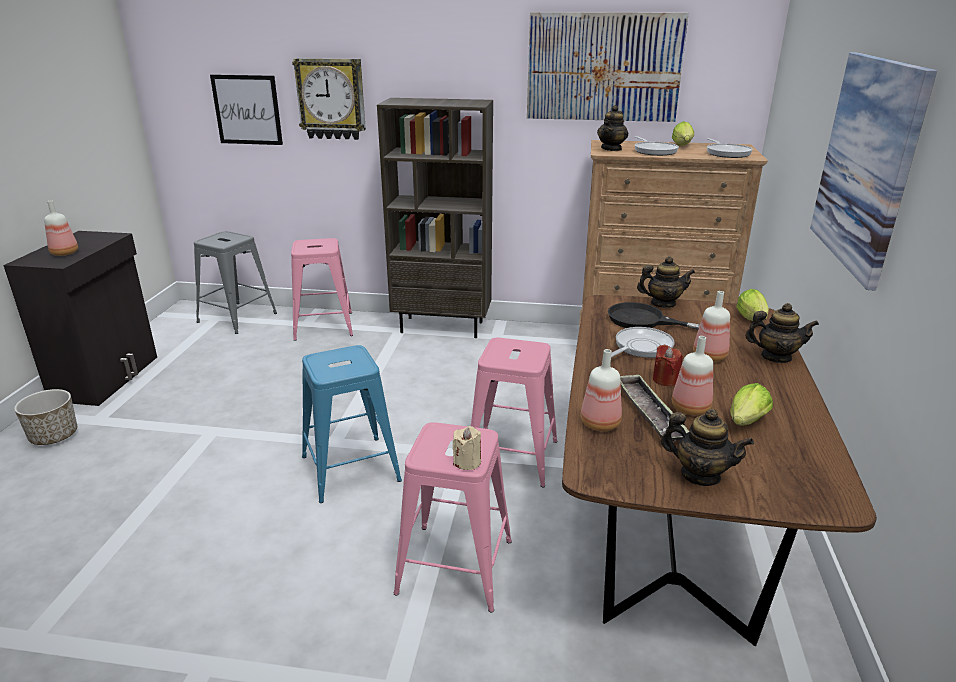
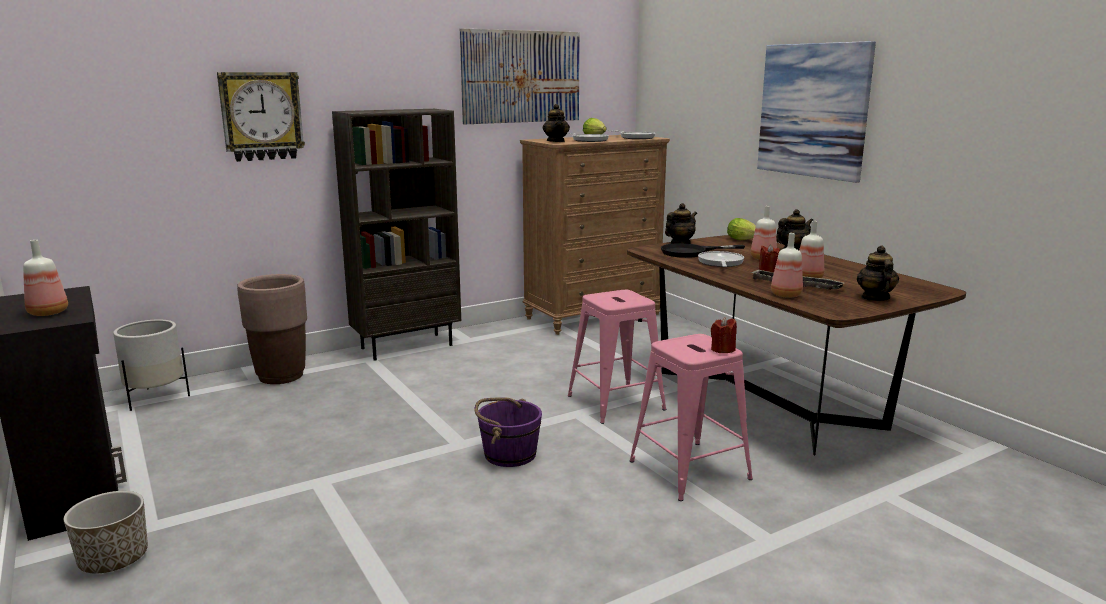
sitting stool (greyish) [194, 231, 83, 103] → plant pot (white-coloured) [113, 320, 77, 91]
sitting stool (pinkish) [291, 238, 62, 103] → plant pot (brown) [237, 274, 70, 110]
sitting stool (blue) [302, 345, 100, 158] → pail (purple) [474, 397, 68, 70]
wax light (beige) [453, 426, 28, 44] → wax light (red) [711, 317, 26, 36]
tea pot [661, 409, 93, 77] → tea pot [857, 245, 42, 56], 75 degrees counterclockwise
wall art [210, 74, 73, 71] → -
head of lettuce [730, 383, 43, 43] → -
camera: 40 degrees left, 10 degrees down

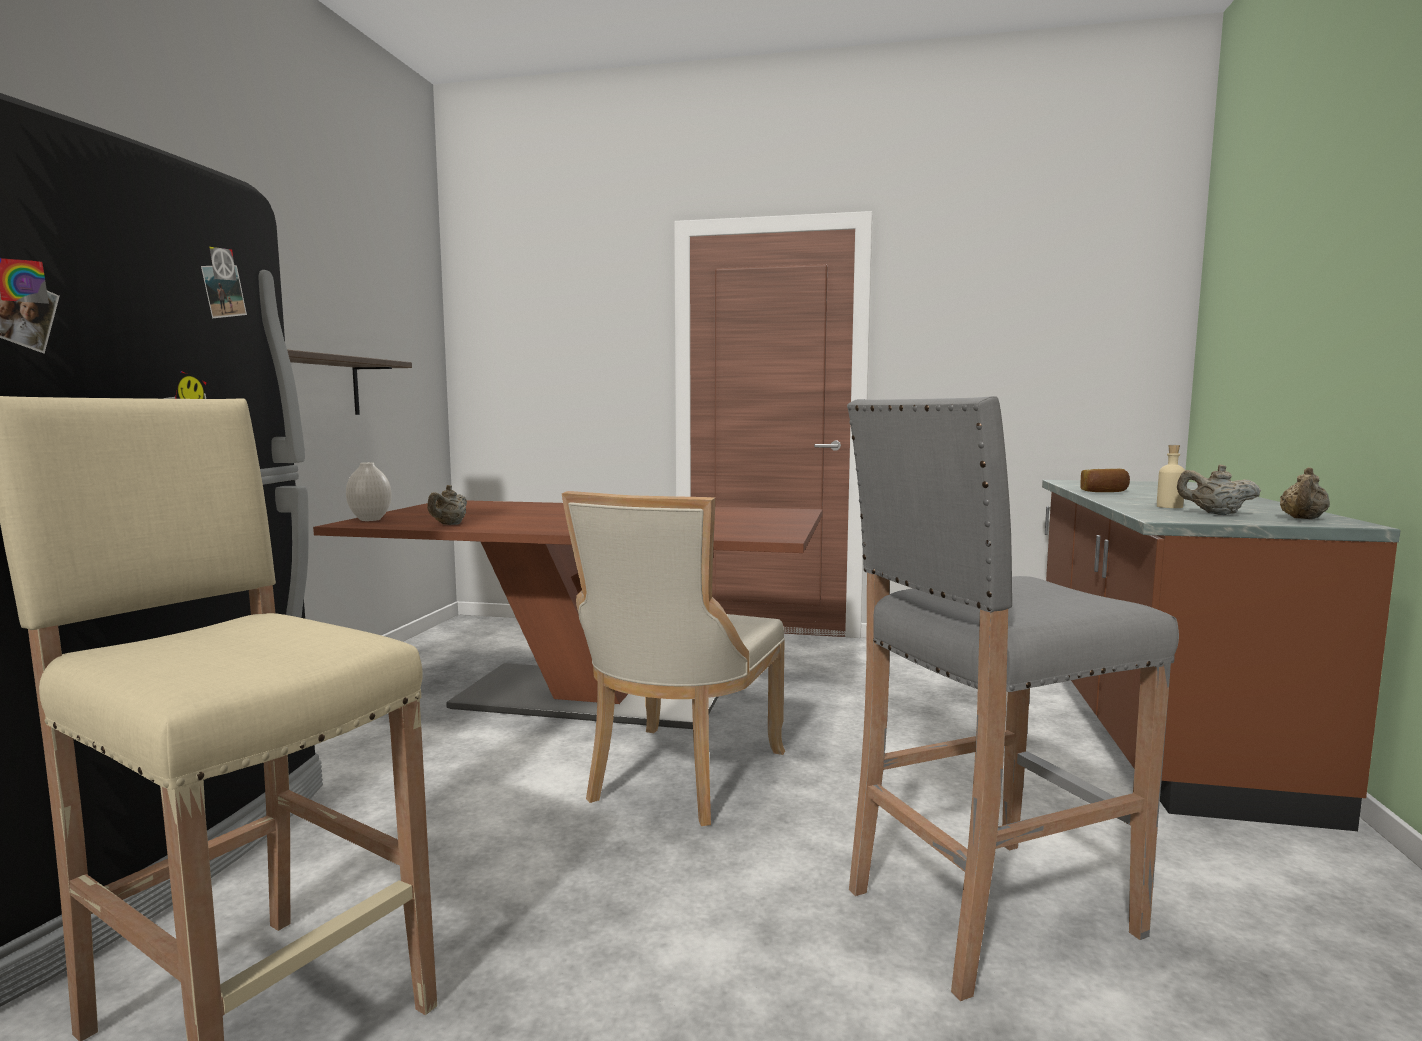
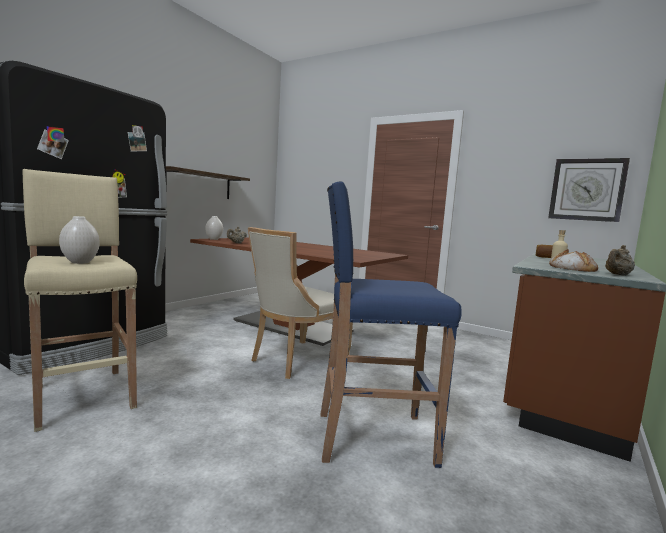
- → vase (white-coloured) [59, 216, 41, 48]
sitting stool (greyish) [847, 396, 332, 605] → sitting stool (blue) [320, 181, 142, 287]
- → hanging clock [548, 158, 82, 64]
tea pot (beige) [1177, 464, 84, 51] → baked bread [549, 249, 49, 23]
camera: 20 degrees right, 0 degrees up

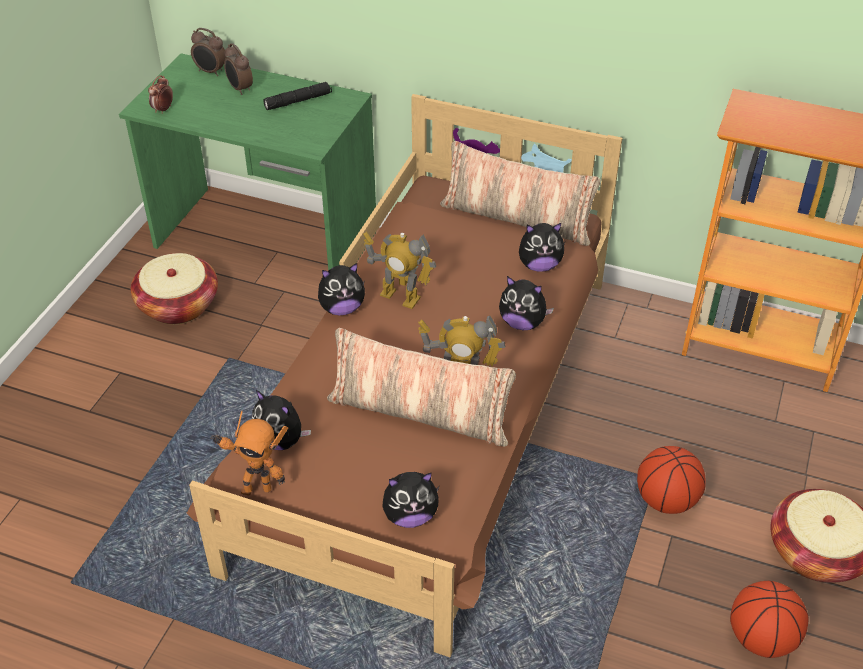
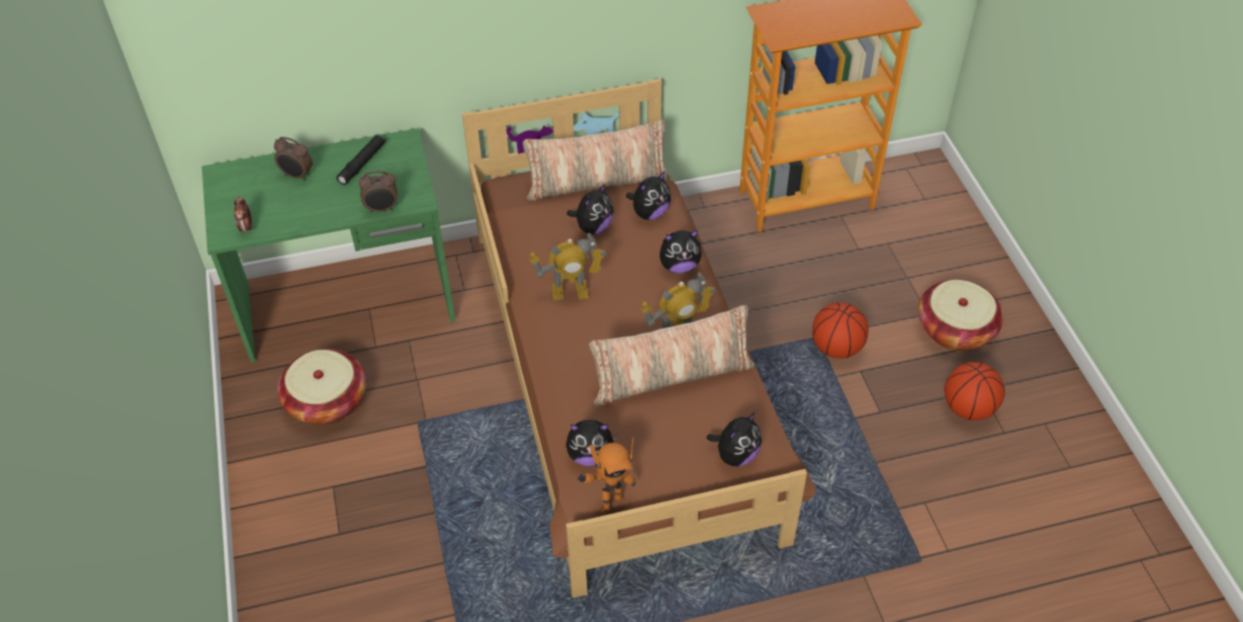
table clock [191, 28, 35, 48] → table clock [359, 170, 39, 43], shifted
soft toy [318, 263, 47, 52] → soft toy [567, 183, 47, 51], shifted
camera: 35 degrees left, 5 degrees up

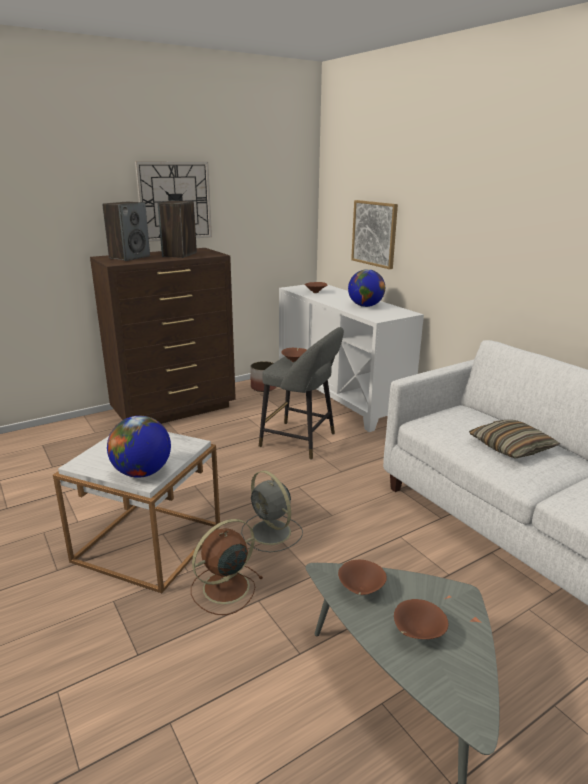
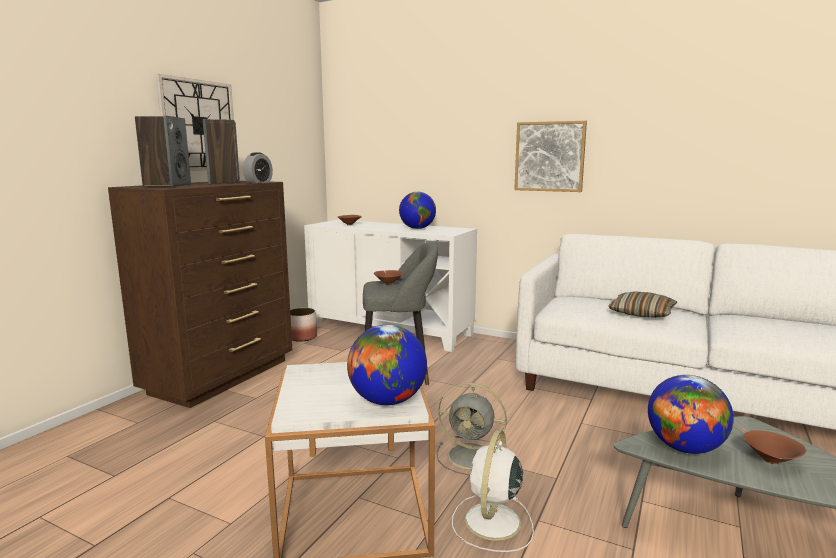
- → table clock [243, 152, 30, 31]
electric fan (brown) [191, 519, 72, 96] → electric fan (white-coloured) [452, 430, 82, 122]
wall art [351, 200, 47, 69] → wall art [514, 121, 73, 71], shifted
bowl (brown) [338, 560, 49, 35] → desk globe [648, 375, 86, 79]
camera: 30 degrees left, 10 degrees down

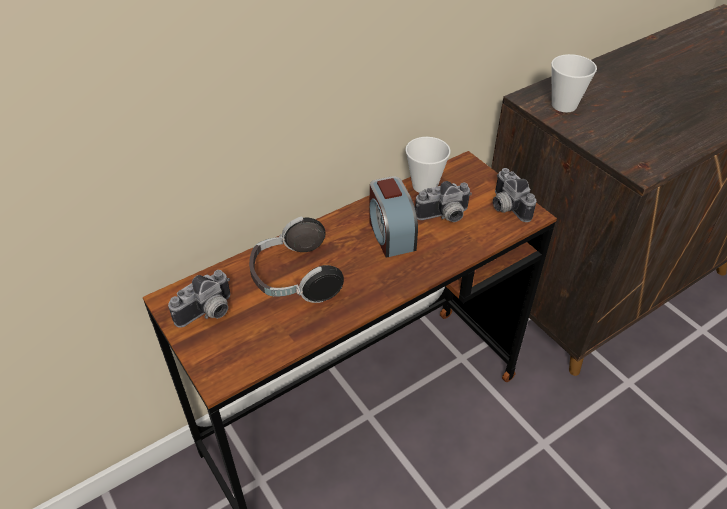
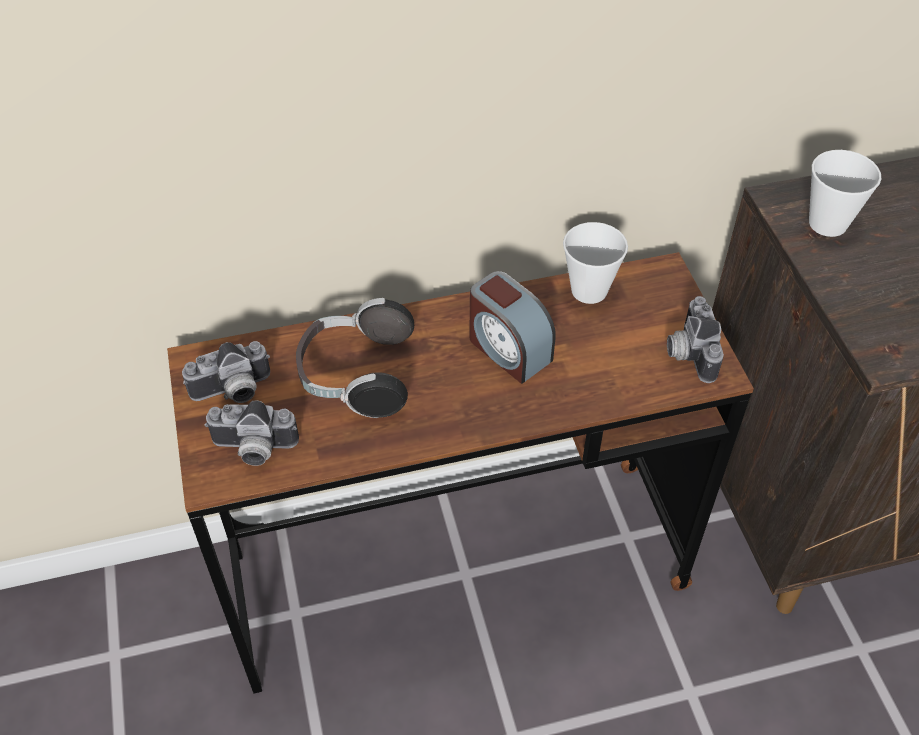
photo camera [415, 181, 57, 41] → photo camera [204, 400, 95, 66], shifted
table clock [369, 176, 49, 82] → table clock [469, 271, 87, 113], 45 degrees counterclockwise
camera: 20 degrees right, 5 degrees up

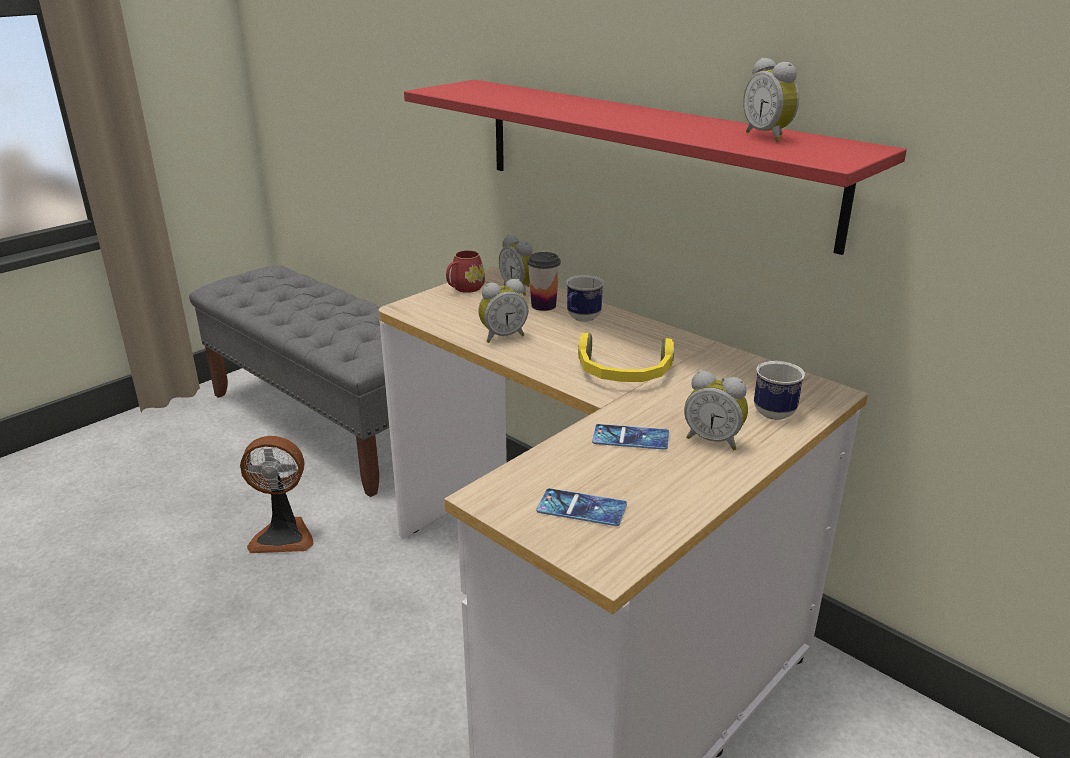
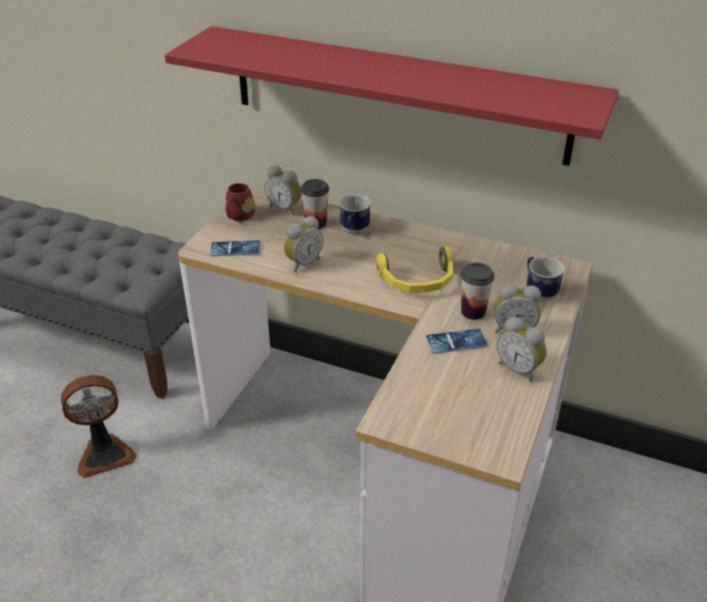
telephone [537, 488, 90, 38] → telephone [210, 240, 50, 16], shifted
- → drinking cup [461, 263, 33, 57]
table clock [743, 58, 56, 84] → table clock [497, 317, 50, 65], shifted
camera: 20 degrees left, 10 degrees up

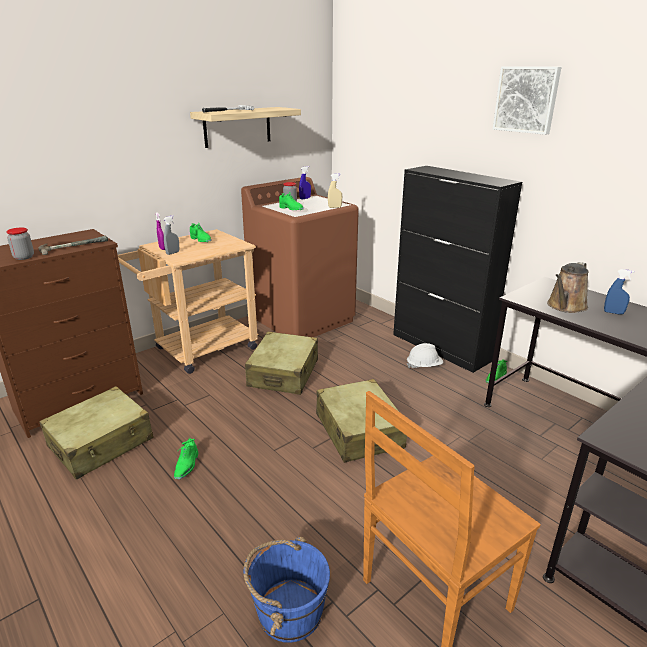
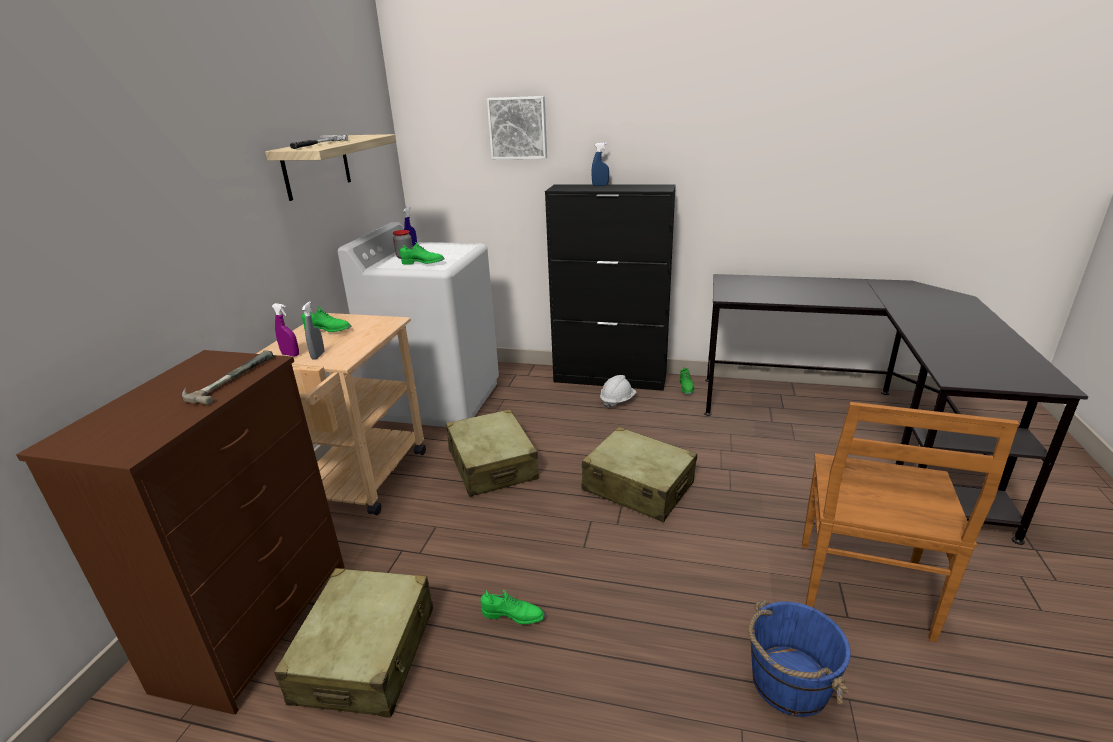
laundry machine (brown) [241, 177, 118, 160] → laundry machine (white-coloured) [338, 222, 161, 205]
shoe (greenish) [174, 438, 24, 41] → shoe (greenish) [480, 590, 65, 34], 45 degrees counterclockwise
wall art [493, 66, 68, 69] → wall art [487, 96, 60, 63], shifted
sprayer (blue) [604, 269, 30, 45] → sprayer (blue) [591, 142, 18, 44], shifted
preserve jar [6, 228, 28, 32] → -
sprayer (beige) [328, 173, 14, 35] → -
sprinkling can (brown) [547, 262, 41, 51] → -
camera: 35 degrees left, 0 degrees up

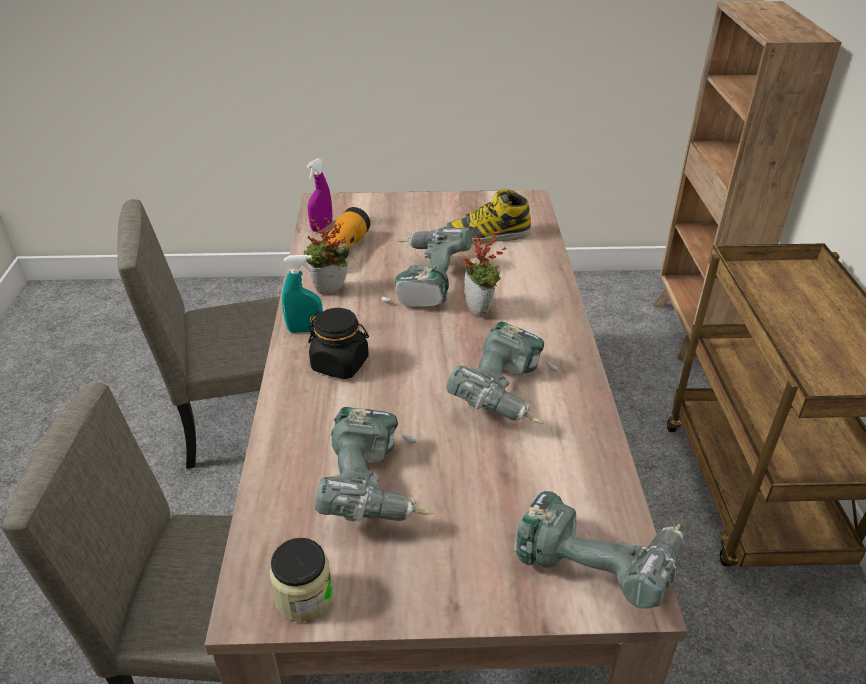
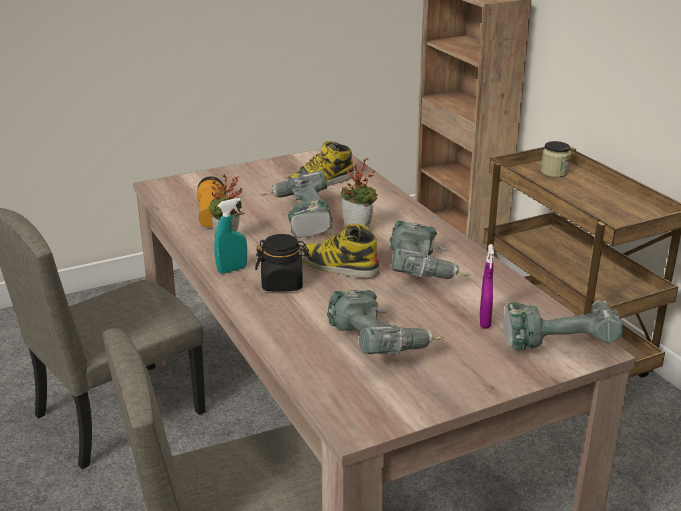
- → high-top boot [299, 223, 81, 55]
sprayer (purple) [306, 158, 27, 74] → sprayer (purple) [480, 244, 14, 84], shifted
preserve jar [269, 538, 64, 84] → preserve jar [541, 141, 30, 36], shifted
camera: 25 degrees left, 10 degrees down

